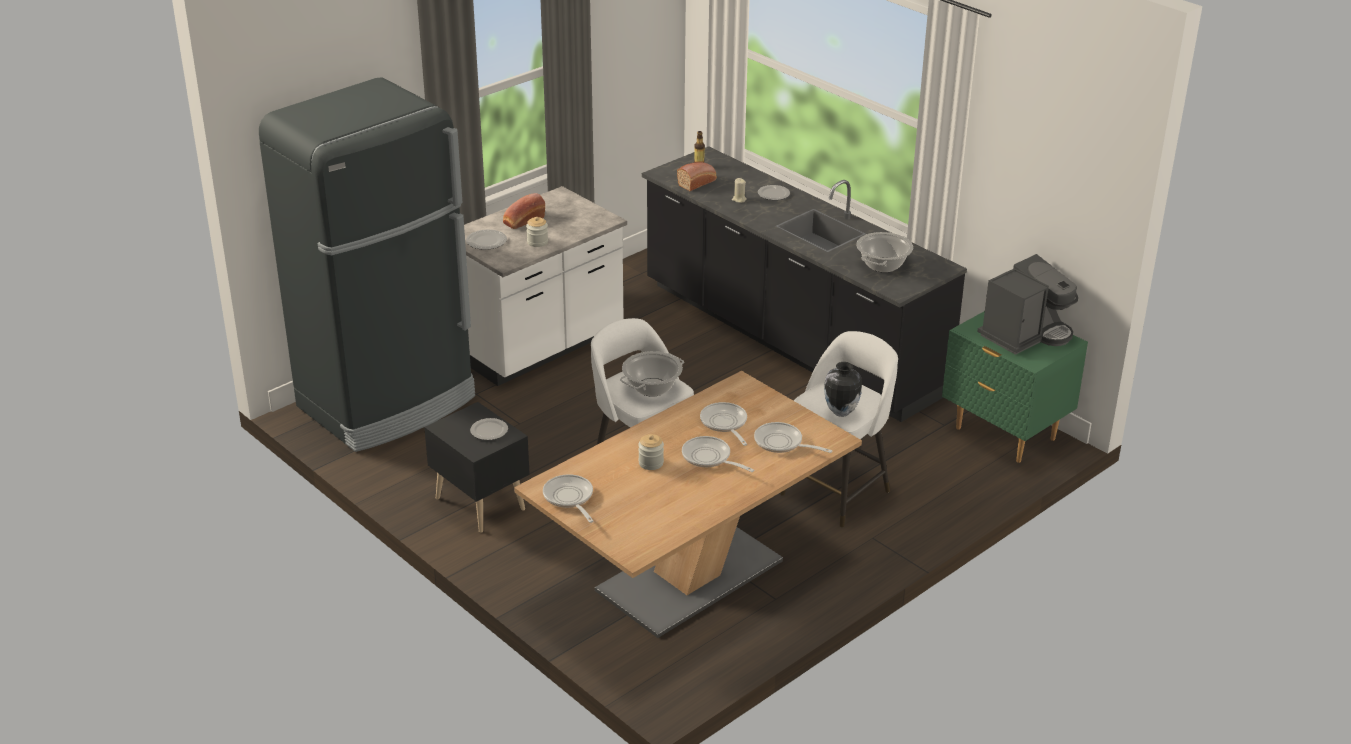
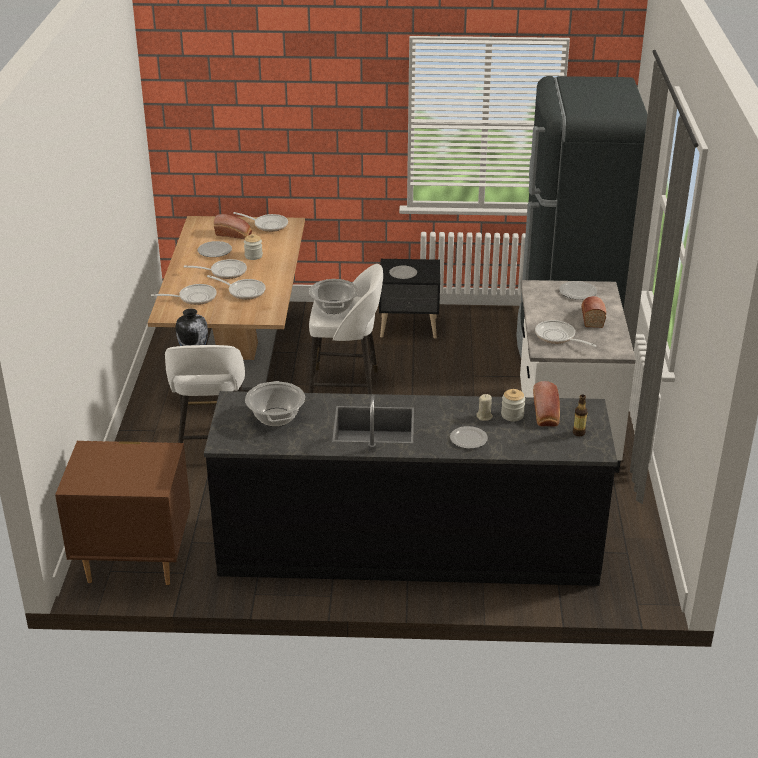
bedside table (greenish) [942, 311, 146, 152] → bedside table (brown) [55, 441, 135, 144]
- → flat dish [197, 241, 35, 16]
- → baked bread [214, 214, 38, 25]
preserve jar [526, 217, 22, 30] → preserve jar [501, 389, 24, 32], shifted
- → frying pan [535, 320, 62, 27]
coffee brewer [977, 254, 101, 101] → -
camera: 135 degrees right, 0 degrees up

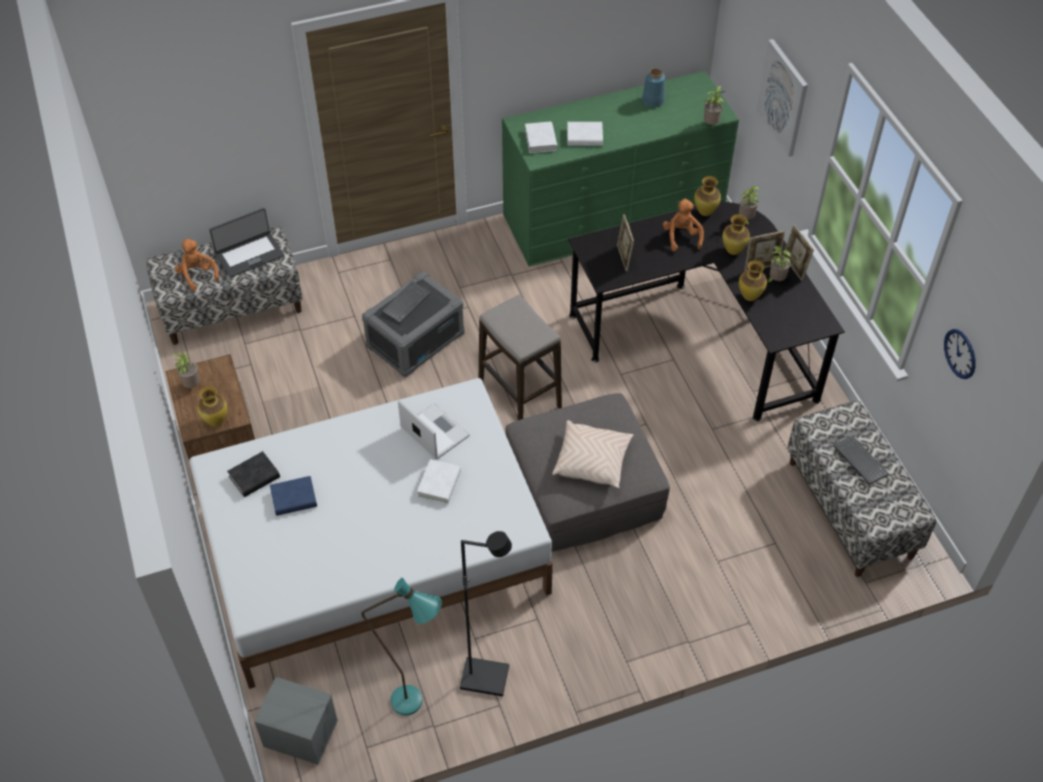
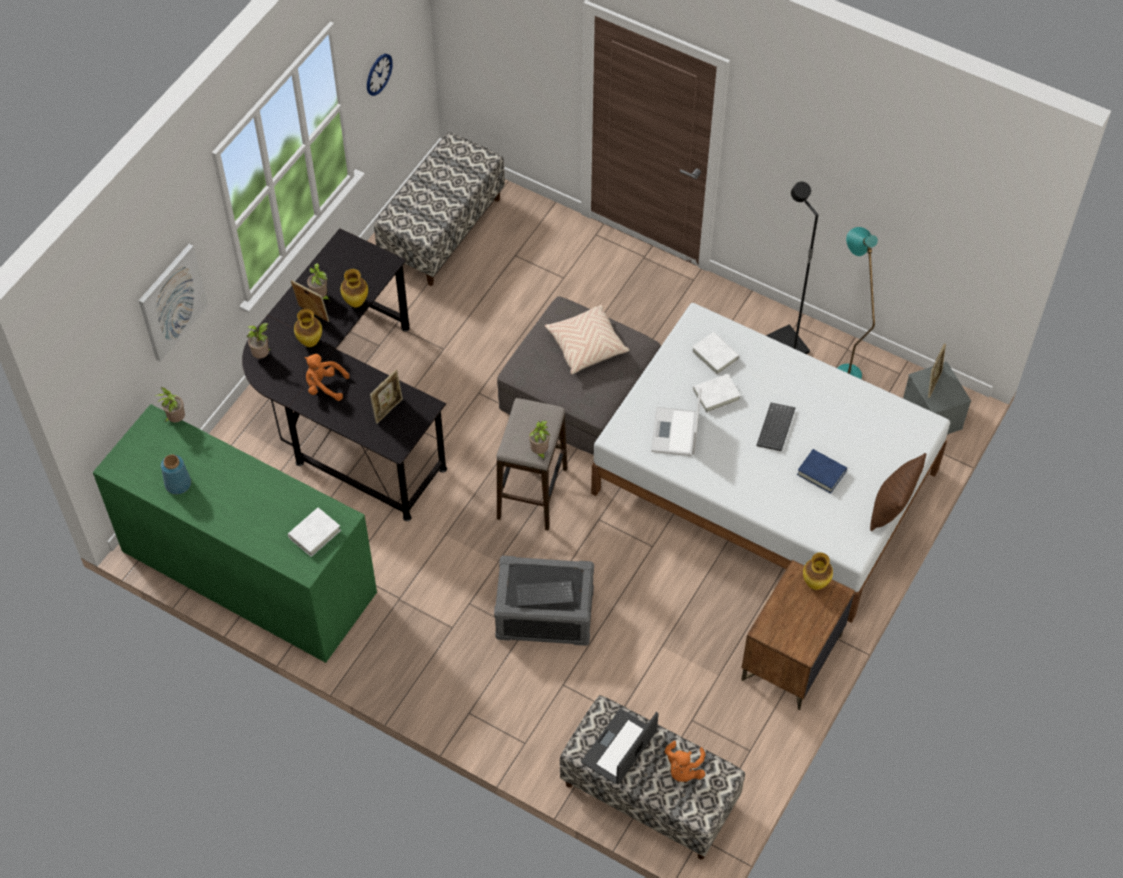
soft toy (orange) [663, 198, 41, 53] → soft toy (orange) [305, 354, 45, 47], 60 degrees clockwise
potted plant [172, 349, 28, 39] → potted plant [529, 421, 21, 41], shifted
notebook computer [209, 208, 75, 70] → notebook computer [581, 709, 78, 75], 75 degrees counterclockwise
volume (white-coloured) [567, 122, 36, 24] → volume (white-coloured) [692, 332, 48, 43], shifted
keyboard [833, 436, 56, 49] → keyboard [756, 403, 39, 48], shifted
- → cushion (brown) [870, 453, 57, 78]
photo frame [783, 225, 31, 56] → photo frame [928, 343, 18, 55], shifted
volume (black-coloured) [227, 451, 53, 46] → -
vase [694, 176, 27, 40] → -
camera: 130 degrees left, 5 degrees up

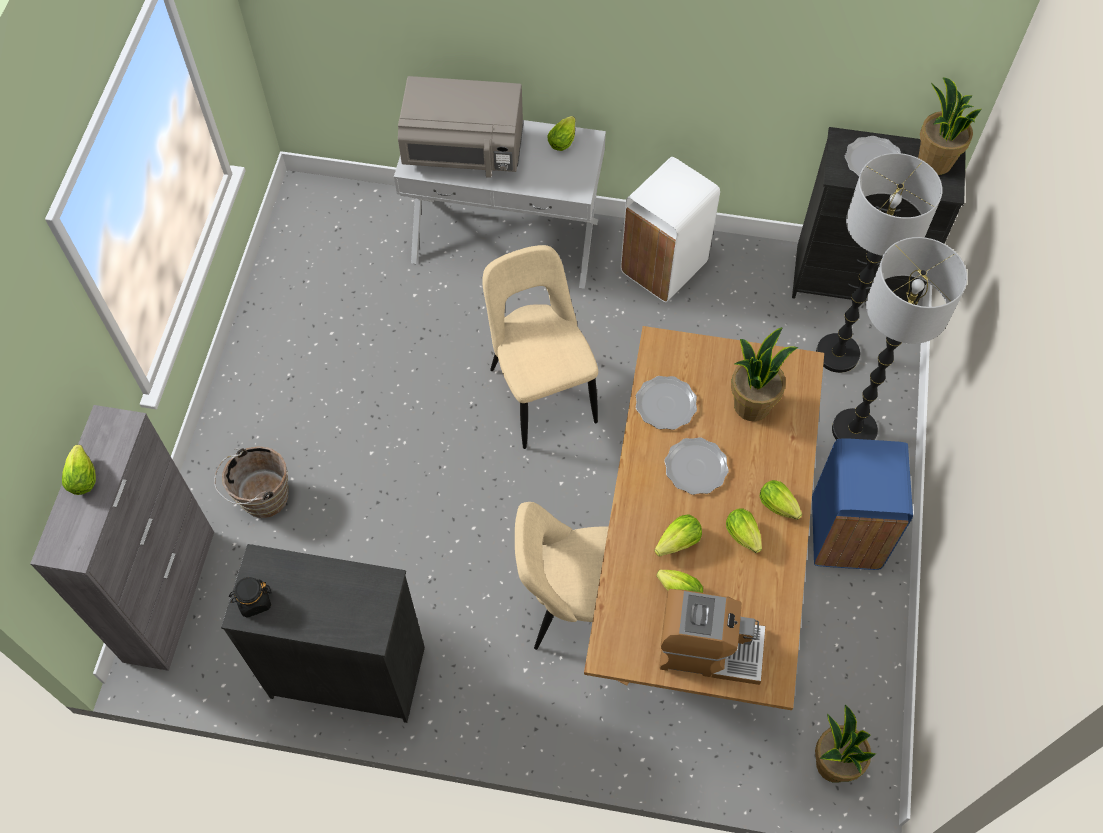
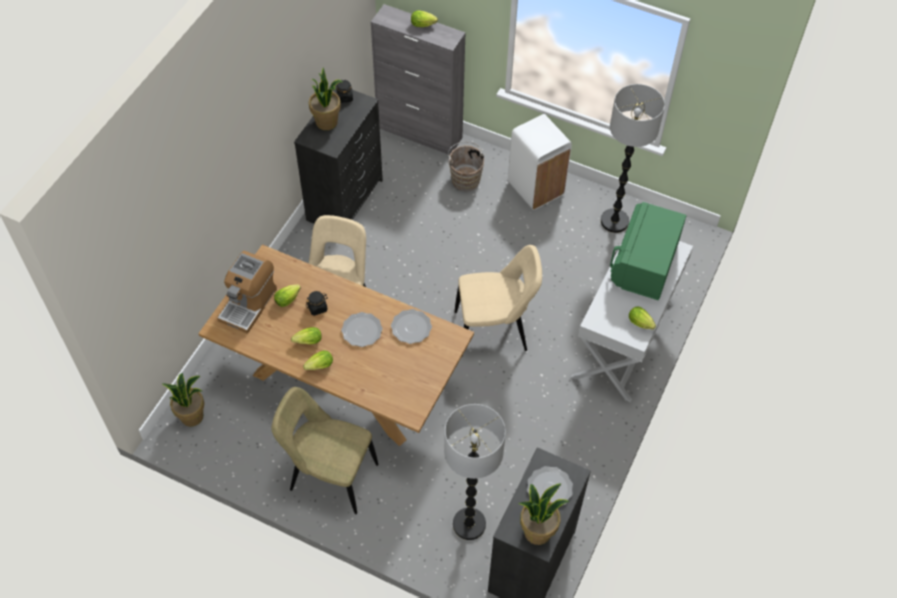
trash can (blue) [812, 438, 101, 132] → chair (beige) [271, 387, 107, 127]
head of lettuce [654, 514, 48, 43] → preserve jar (black-coloured) [306, 291, 22, 25]
potted plant [731, 327, 67, 94] → potted plant [309, 67, 33, 63], shifted
trash can (white-coloured) [621, 157, 99, 145] → trash can (white-coloured) [508, 114, 64, 96], shifted
standing lamp [832, 237, 136, 203] → standing lamp [601, 84, 64, 149], shifted
kitchen microwave (greyish) [398, 76, 125, 102] → kitchen microwave (greenish) [610, 202, 76, 99]
camera: 105 degrees right, 5 degrees down

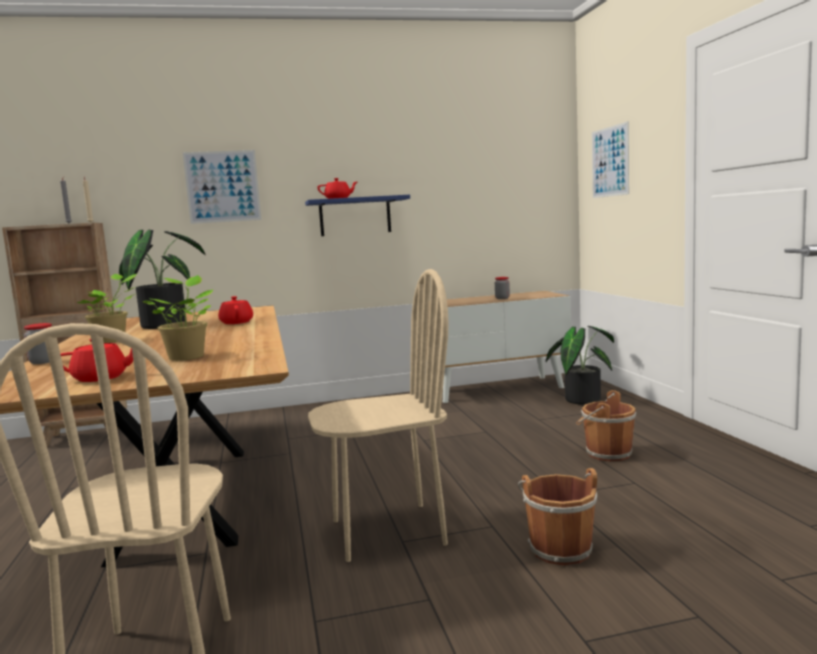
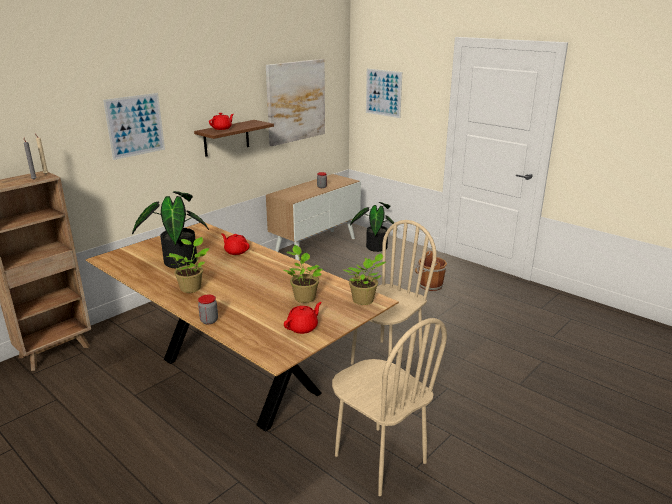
wall shelf (blue) [305, 195, 105, 41] → wall shelf (brown) [194, 120, 80, 37]
- → wall art [266, 59, 59, 87]
- → potted plant [344, 253, 42, 52]
pail (brown) [518, 468, 79, 97] → -
camera: 35 degrees left, 15 degrees up

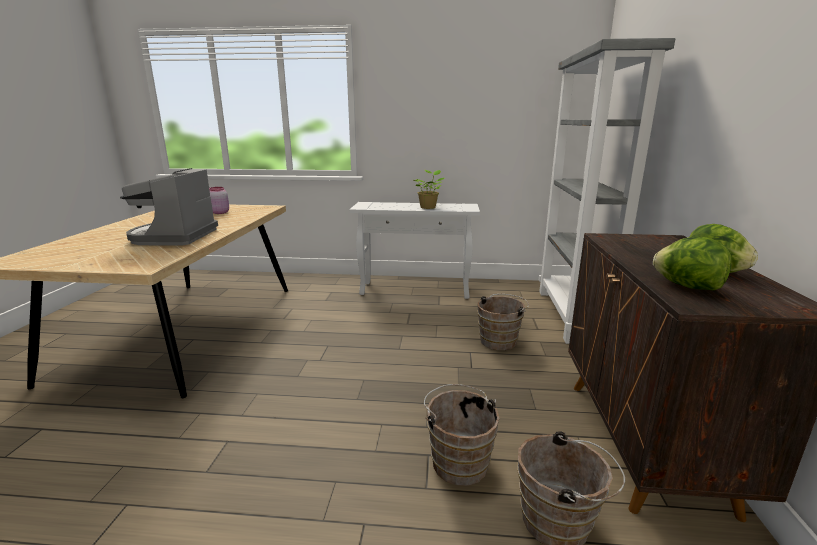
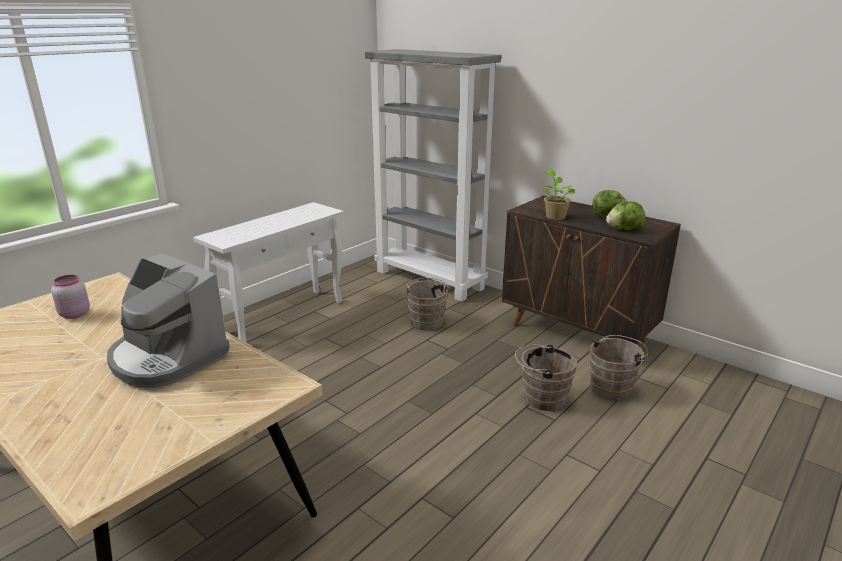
potted plant [414, 170, 30, 39] → potted plant [541, 169, 35, 51], shifted
camera: 55 degrees left, 5 degrees up

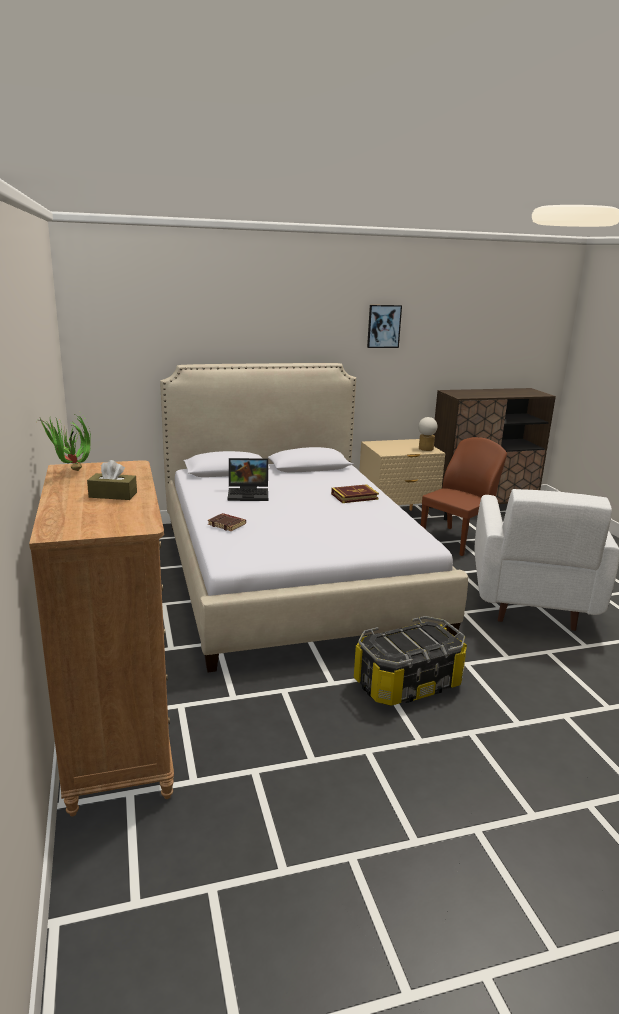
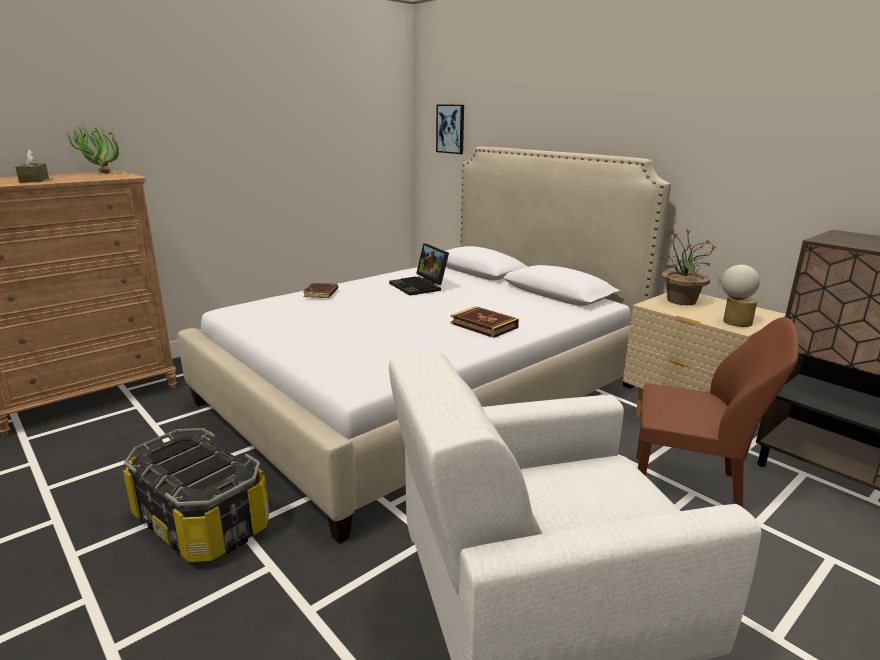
wall art [367, 305, 35, 43] → wall art [436, 105, 28, 49], shifted
- → potted plant [659, 228, 57, 77]
camera: 65 degrees right, 0 degrees up

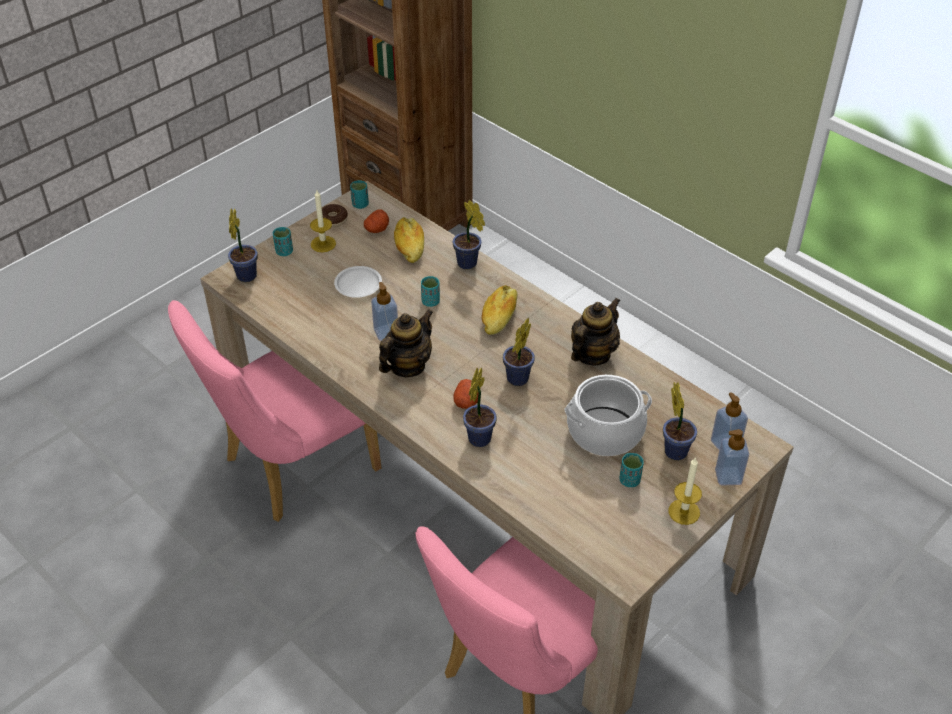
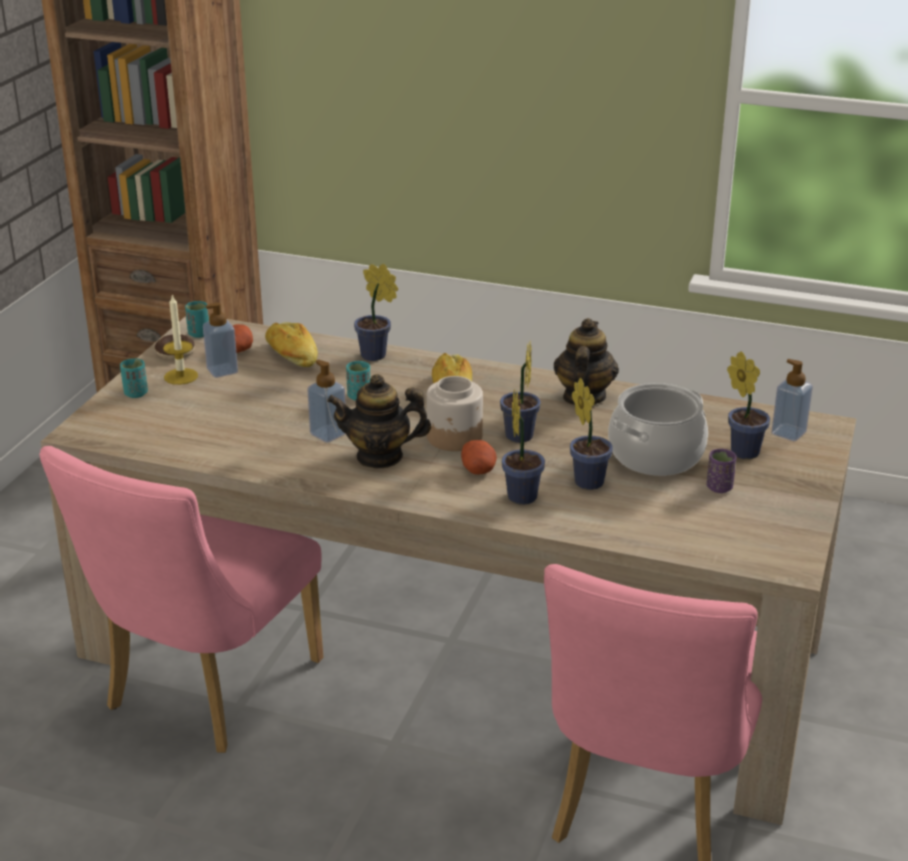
liquid soap bottle [715, 429, 34, 56] → liquid soap bottle [203, 302, 35, 76], shifted
tea pot [379, 309, 54, 68] → tea pot [327, 374, 104, 94], 105 degrees counterclockwise
- → preserve jar [426, 376, 57, 75]
potted plant [228, 209, 30, 73] → potted plant [570, 377, 43, 113], shifted
drinking cup (turquoise) [619, 453, 25, 34] → drinking cup (purple) [707, 449, 30, 44]
flat dish (white-coloured) [334, 266, 48, 32] → -
wax light [668, 457, 34, 68] → -
camera: 25 degrees left, 15 degrees down

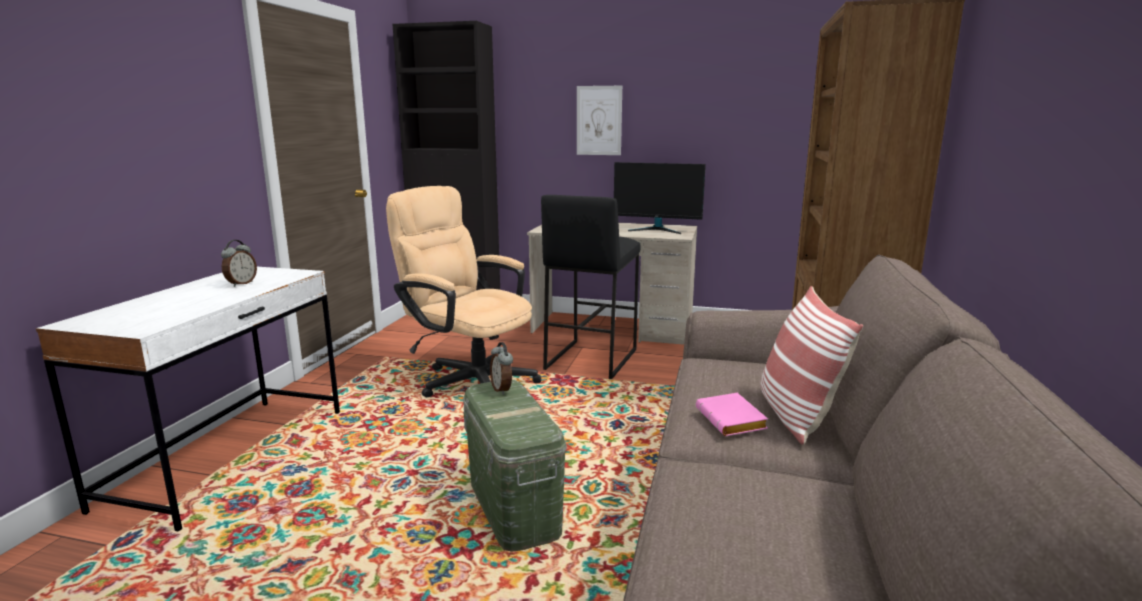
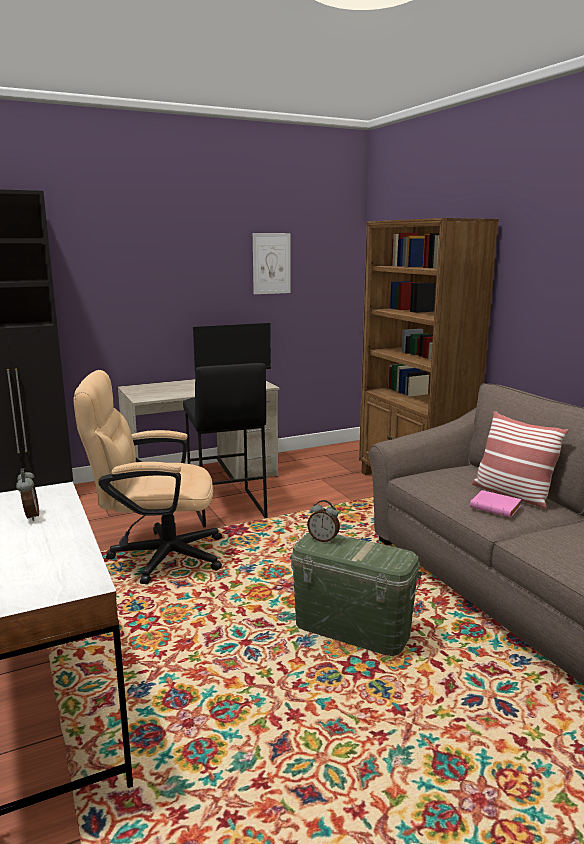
wall art [577, 86, 45, 69] → wall art [253, 233, 37, 61], shifted
camera: 40 degrees left, 0 degrees up

